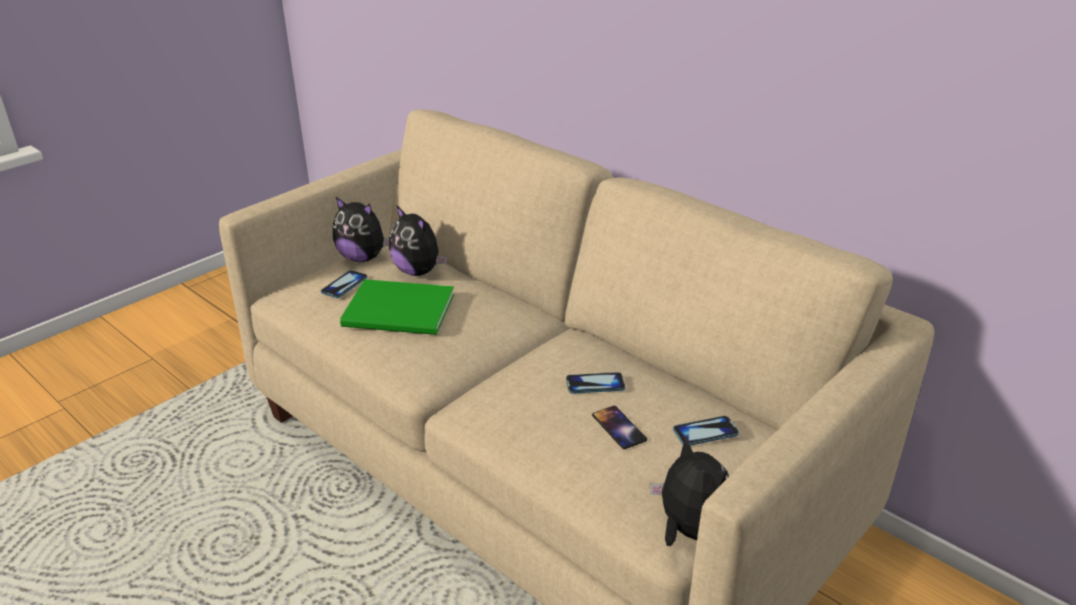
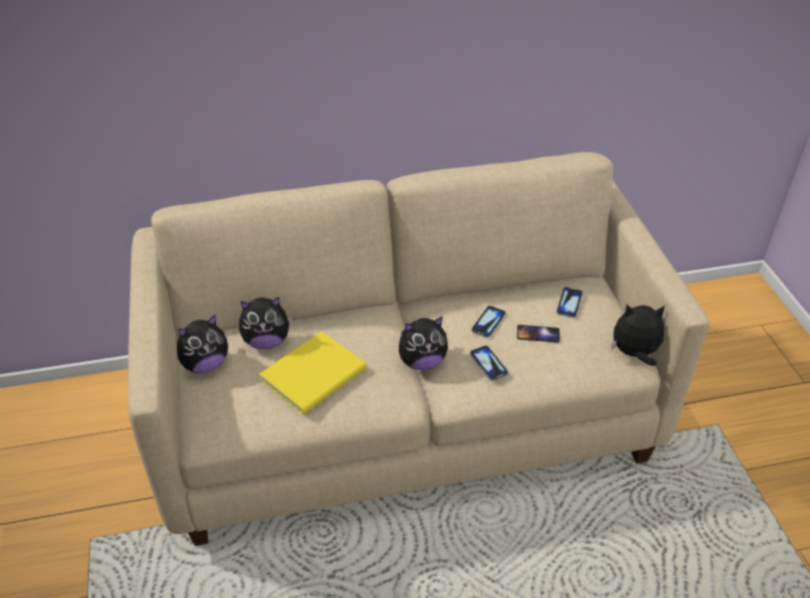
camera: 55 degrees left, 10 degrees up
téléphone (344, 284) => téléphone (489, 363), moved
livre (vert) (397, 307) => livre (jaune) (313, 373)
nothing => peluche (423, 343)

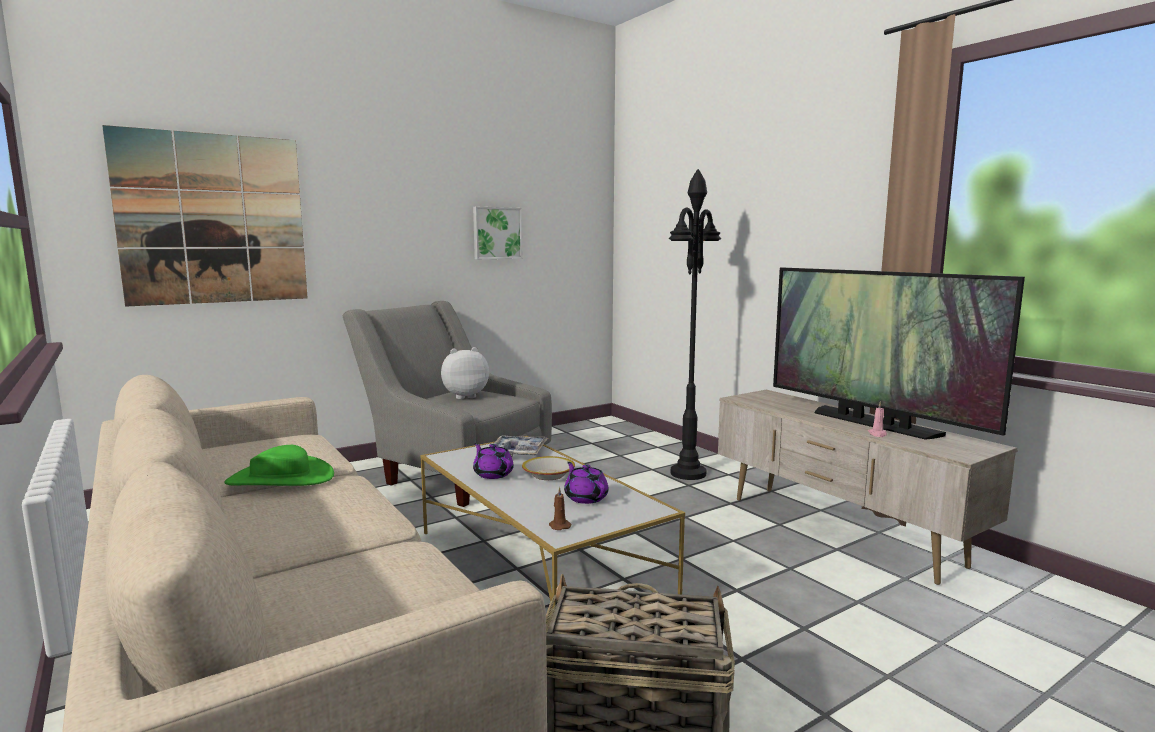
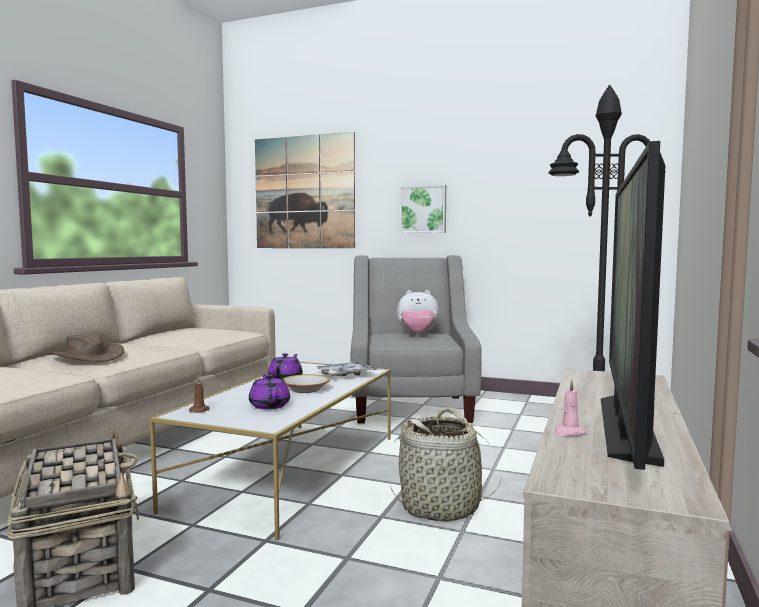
camera: 55 degrees right, 5 degrees down
tableau (497, 233) => tableau (423, 209), moved
peluche (465, 373) => peluche (418, 312), 150 degrees clockwise
chapeau (vert) (279, 465) => nothing
théière (violet) (586, 483) => théière (violet) (269, 391), 45 degrees counterclockwise
nothing => chapeau (marron) (86, 347)
nothing => panier (445, 465)

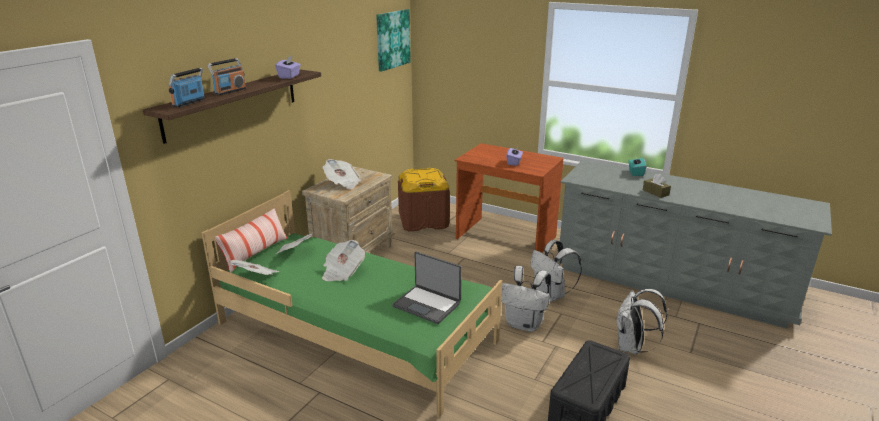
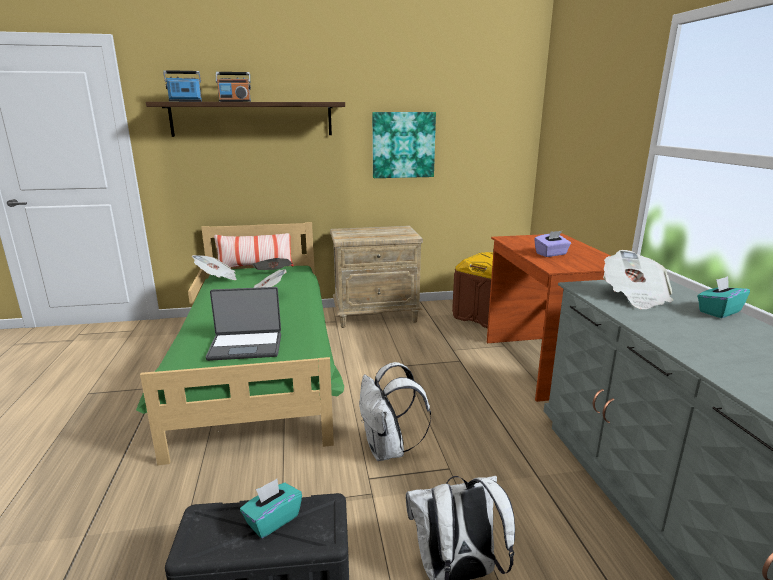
camera: 50 degrees right, 5 degrees down
tableau (393, 40) => tableau (404, 145), moved
boîte à mouchoirs (violet) (288, 67) => nothing
journal (342, 174) => journal (638, 279), moved
boîte à mouchoirs (marron) (657, 186) => nothing
sac à dos (blanc) (556, 271) => nothing
ordinateur portable (426, 288) => ordinateur portable (243, 324), 90 degrees counterclockwise
nothing => boîte à mouchoirs (turquoise) (271, 508)

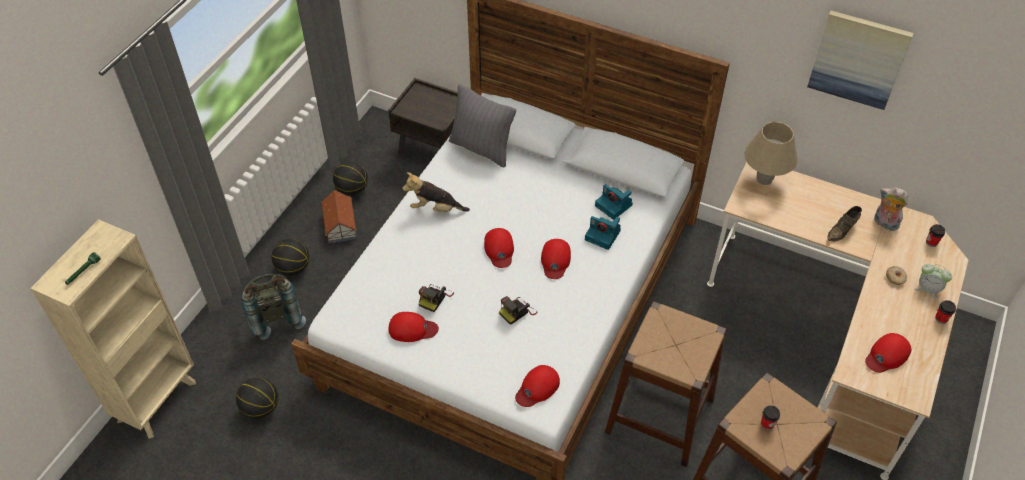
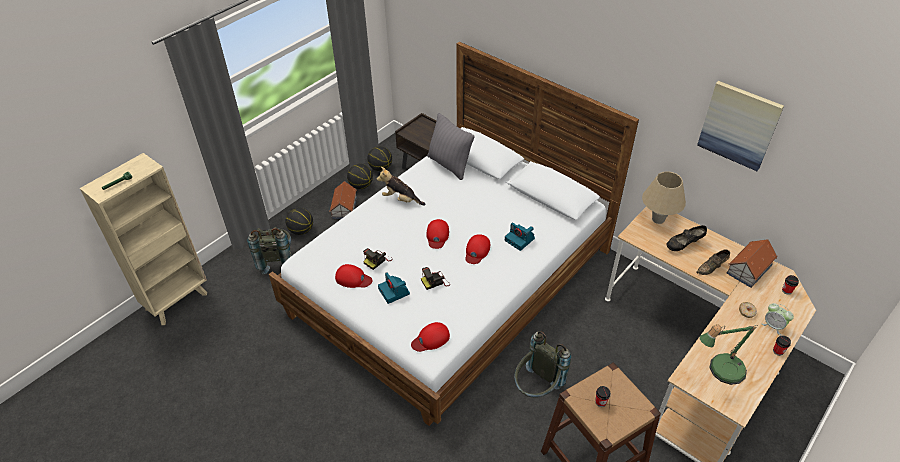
camera: 15 degrees right, 5 degrees down
appareil photo (614, 202) => appareil photo (394, 288), moved
peluche (891, 209) => maison miniature (752, 263)
tabouret (marron) (666, 384) => sac à dos (gris) (542, 364)
casquette (rouge) (888, 353) => lampe de table (728, 354)
ballon de basket (257, 398) => ballon de basket (379, 158), moved
nothing => chaussure (noir) (686, 238)

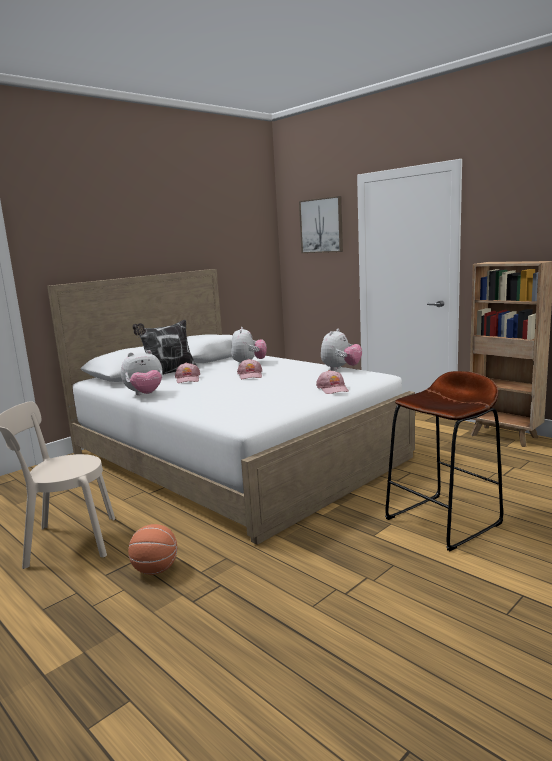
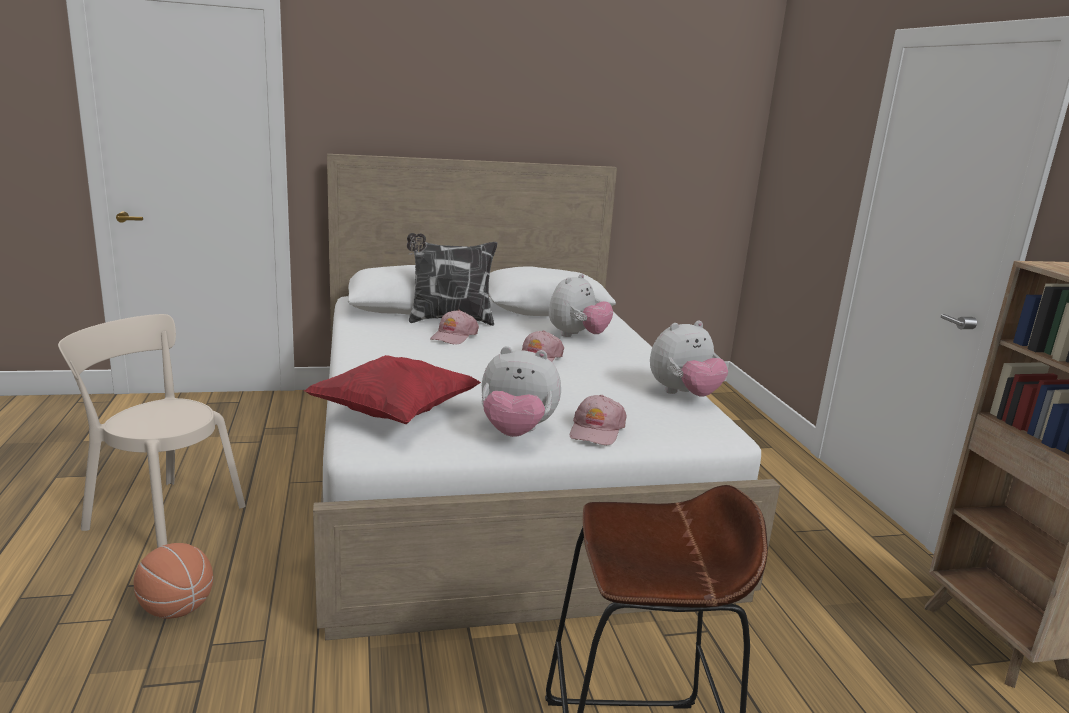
camera: 30 degrees right, 5 degrees up
tableau (321, 224) => nothing
peluche (142, 372) => peluche (521, 391), moved
nothing => coussin (rouge) (392, 389)

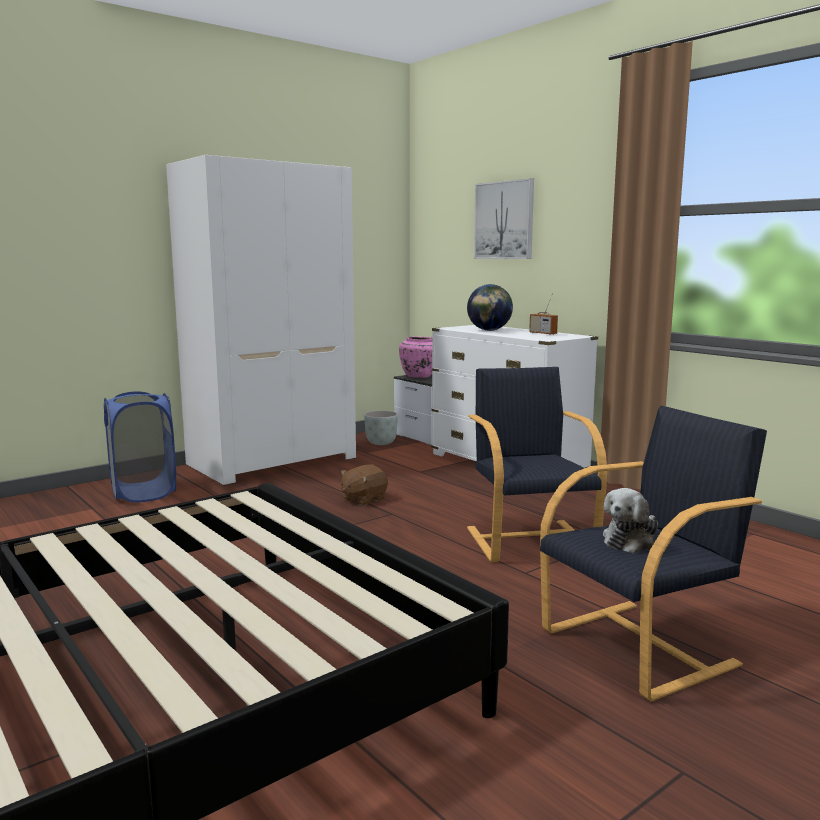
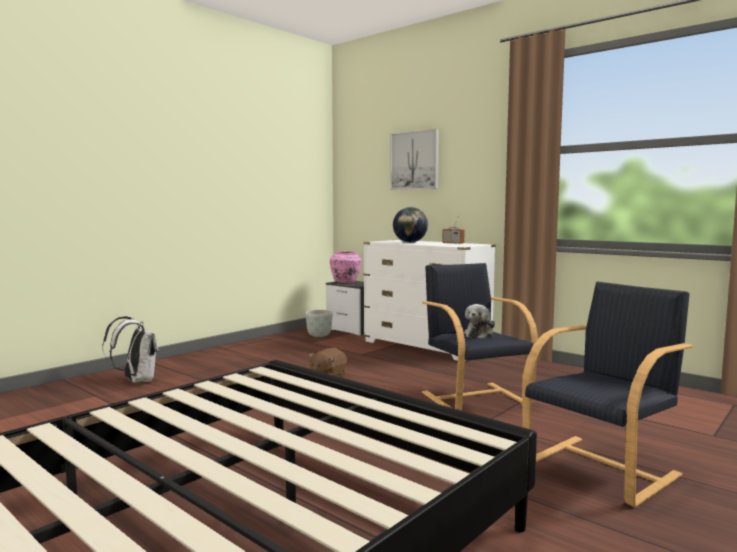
camera: 10 degrees left, 5 degrees down
armoire (blanc) (261, 320) => nothing
panier à linge (bleu) (140, 446) => sac à dos (blanc) (130, 349)
peluche (630, 521) => peluche (479, 321), moved

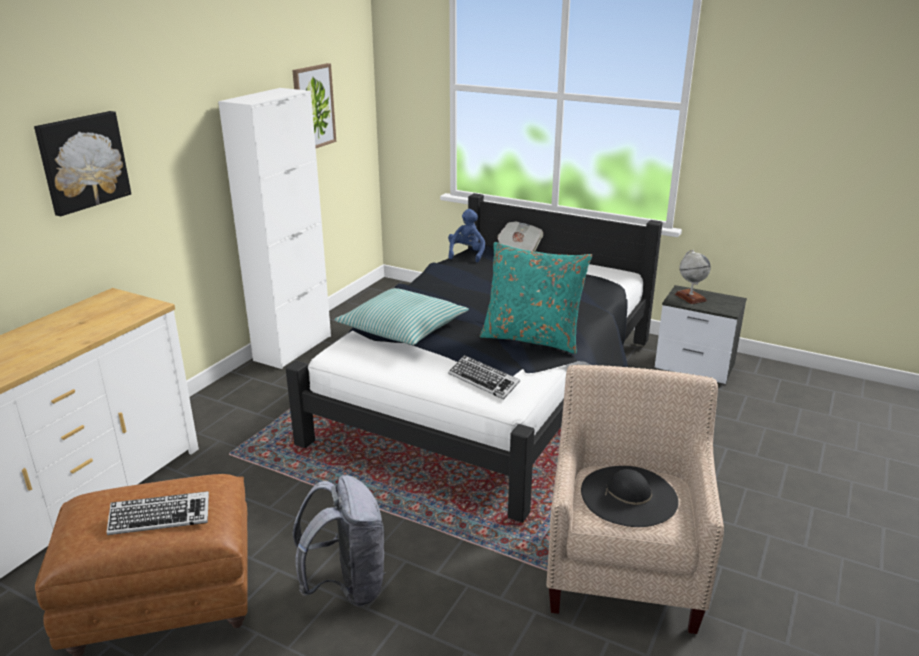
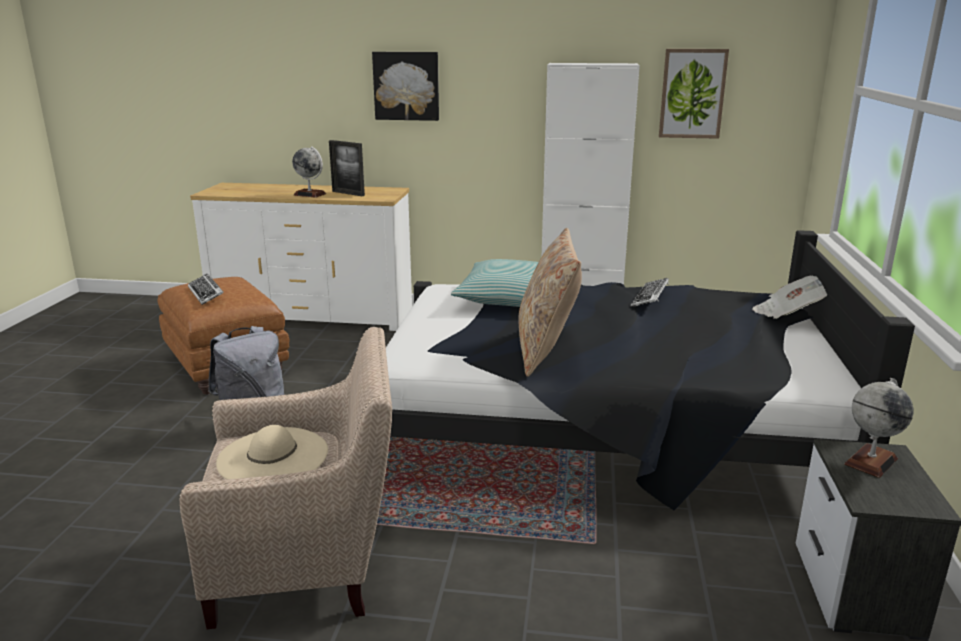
camera: 70 degrees right, 5 degrees down
peluche (bleu) (466, 235) => nothing
coussin (turquoise) (536, 298) => coussin (beige) (550, 302)
clavier (484, 377) => clavier (649, 292), moved
chapeau (noir) (630, 496) => chapeau (beige) (272, 452)
nothing => cadre photo (347, 168)
nothing => globe (309, 172)

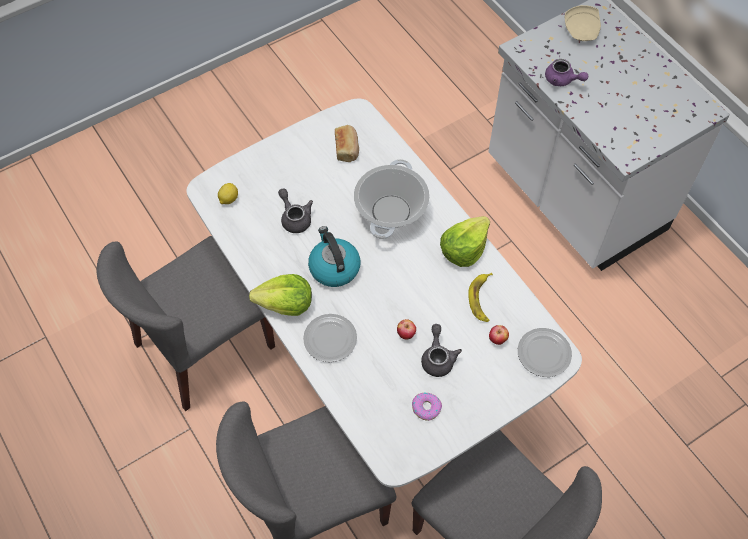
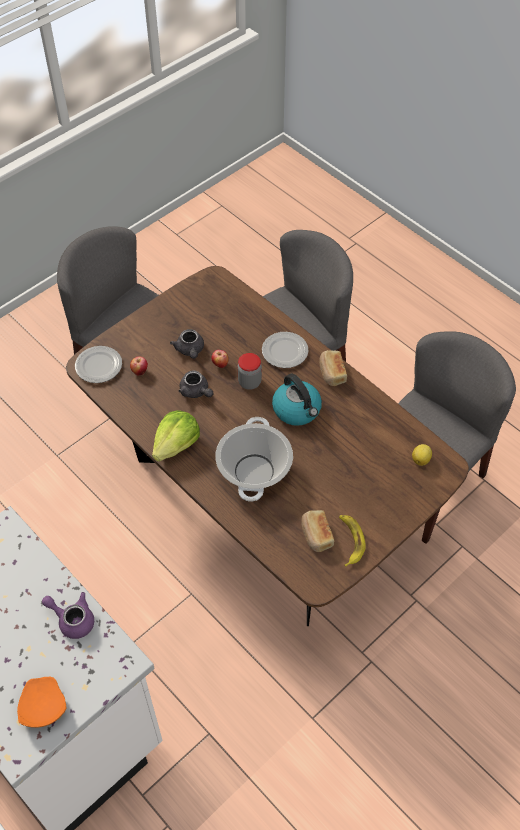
camera: 170 degrees right, 5 degrees down
assiette (beige) (583, 23) => assiette (orange) (41, 702)
table à manger (blanc) (384, 293) => table à manger (marron) (267, 446)
théière (gris) (295, 210) => théière (gris) (196, 384), moved
banane (480, 297) => banane (352, 541), moved
laitue (280, 295) => pain (333, 368)
beignet (427, 406) => nothing
nothing => bocal (250, 371)

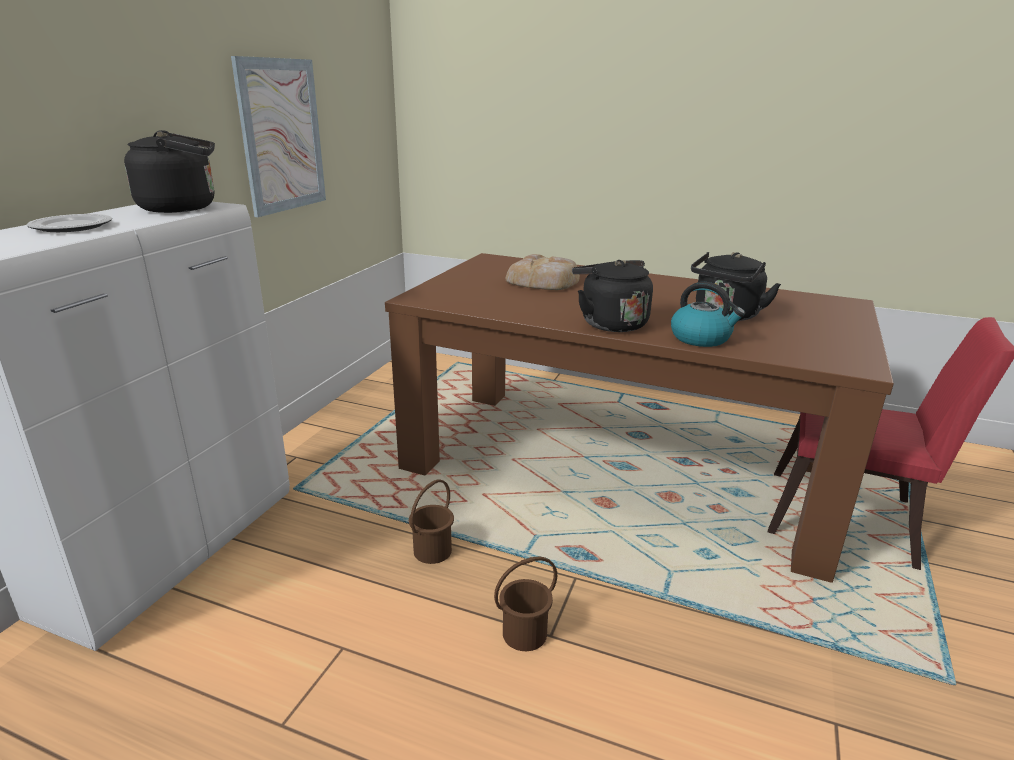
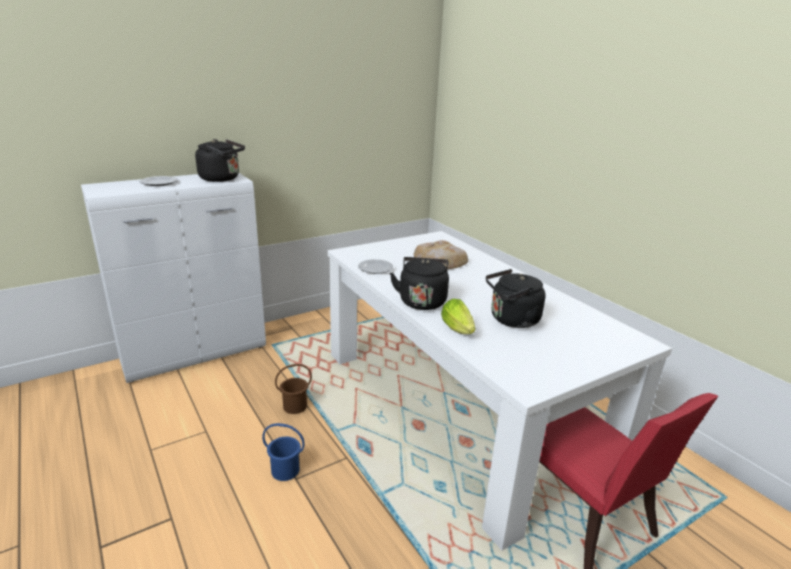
camera: 35 degrees right, 0 degrees up
tableau (278, 136) => nothing
table à manger (marron) (639, 418) => table à manger (blanc) (499, 391)
bouilloire (708, 314) => laitue (458, 316)
seau (marron) (525, 603) => seau (bleu) (283, 452)
nothing => assiette (375, 266)

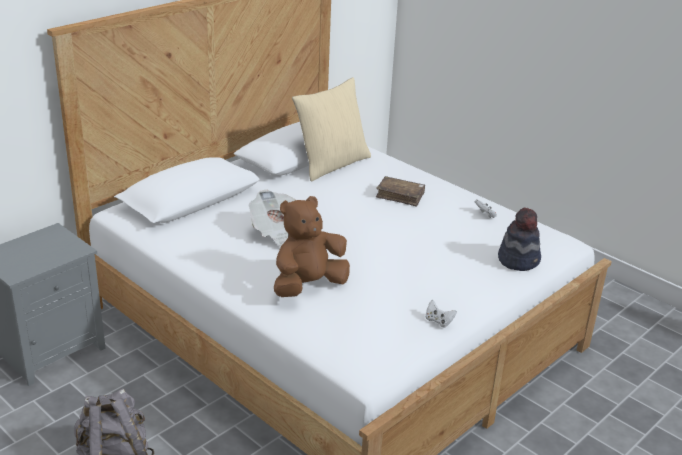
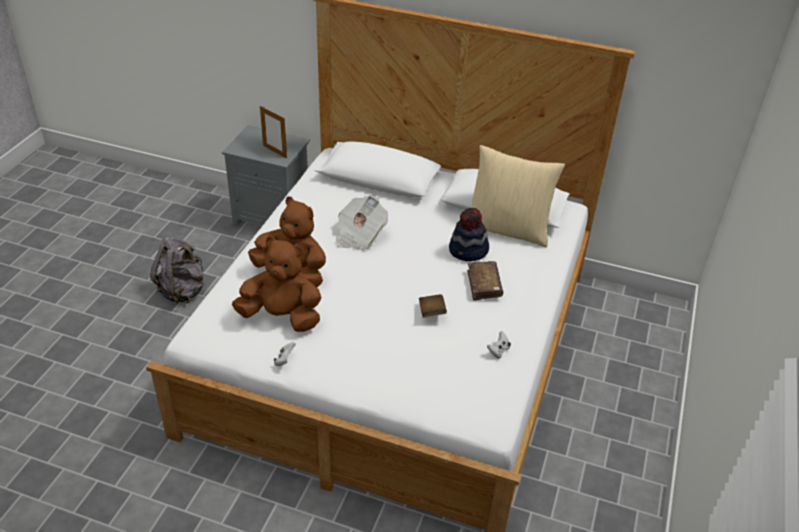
camera: 65 degrees right, 10 degrees up
chapeau (519, 239) => chapeau (469, 235), moved
nothing => cadre photo (273, 132)
nothing => peluche (marron) (277, 284)
nothing => livre (marron) (433, 306)

